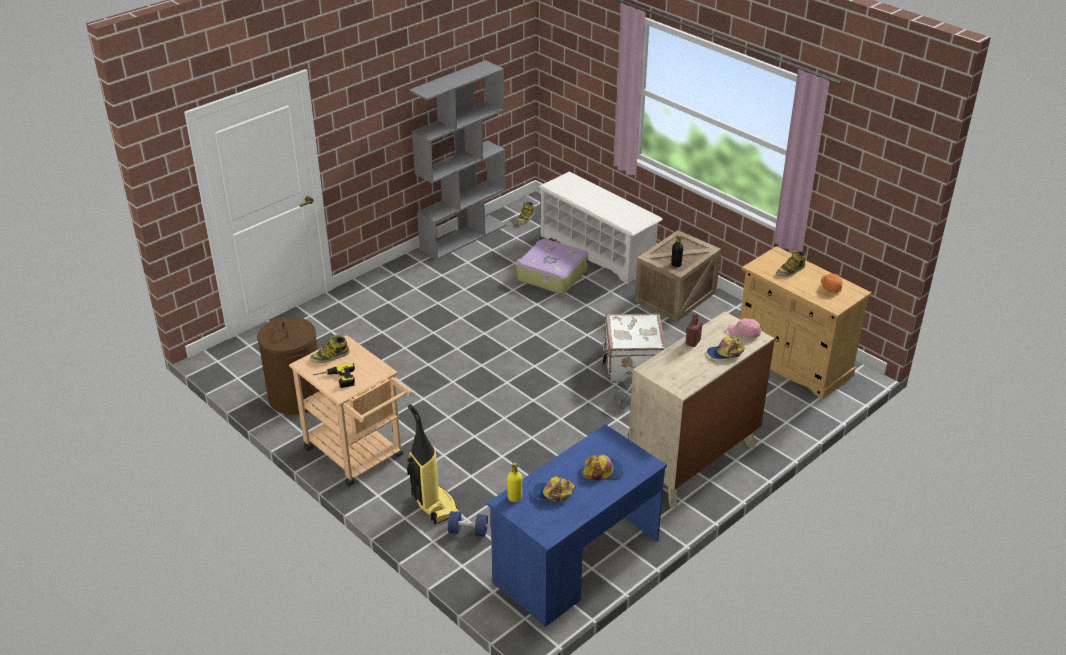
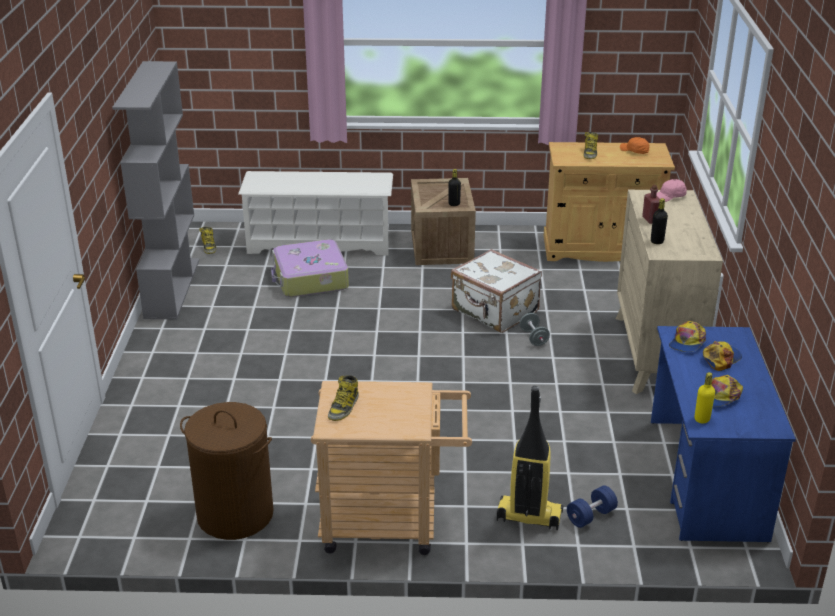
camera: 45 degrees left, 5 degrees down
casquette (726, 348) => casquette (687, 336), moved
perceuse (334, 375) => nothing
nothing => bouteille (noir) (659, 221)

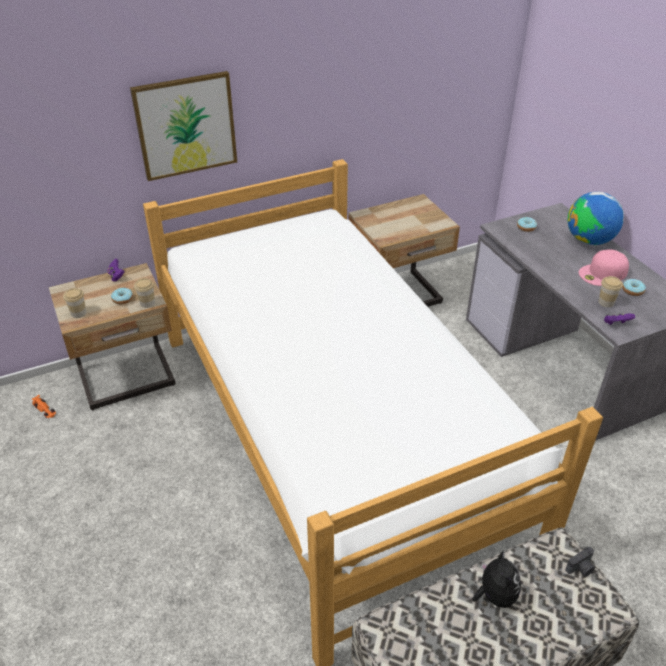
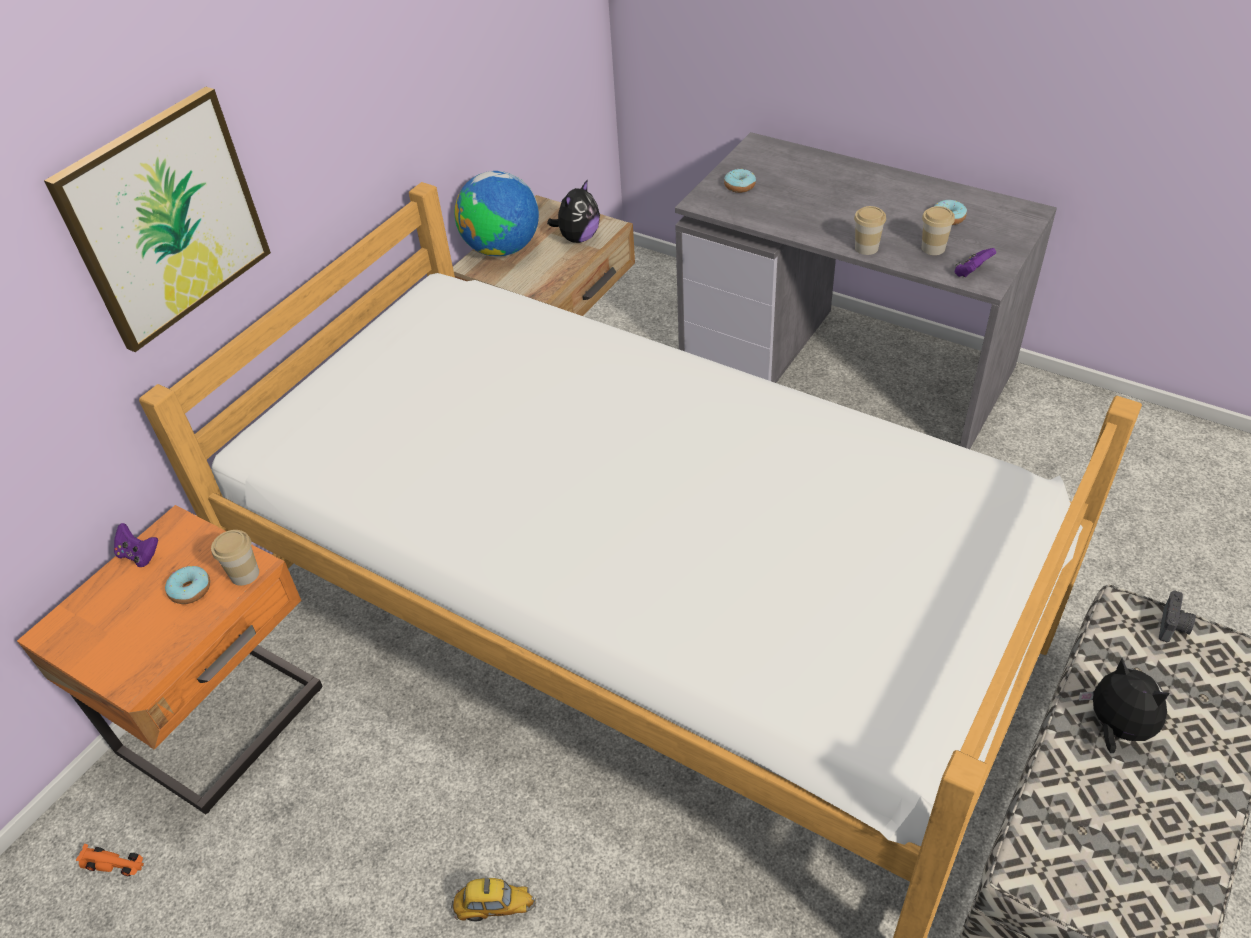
camera: 30 degrees left, 5 degrees up
globe (596, 218) => globe (497, 214), moved
casquette (rose) (604, 267) => nothing
table de chevet (beige) (112, 336) => table de chevet (orange) (170, 659)
tasse (74, 303) => tasse (870, 230), moved
nothing => peluche (573, 211)
nothing => petite voiture (493, 899)

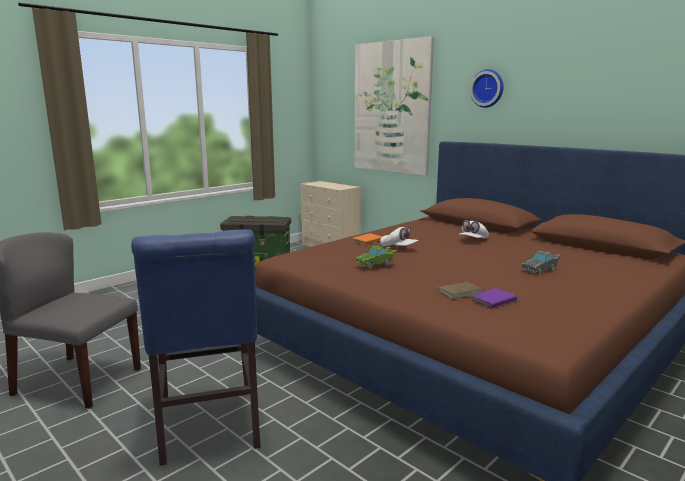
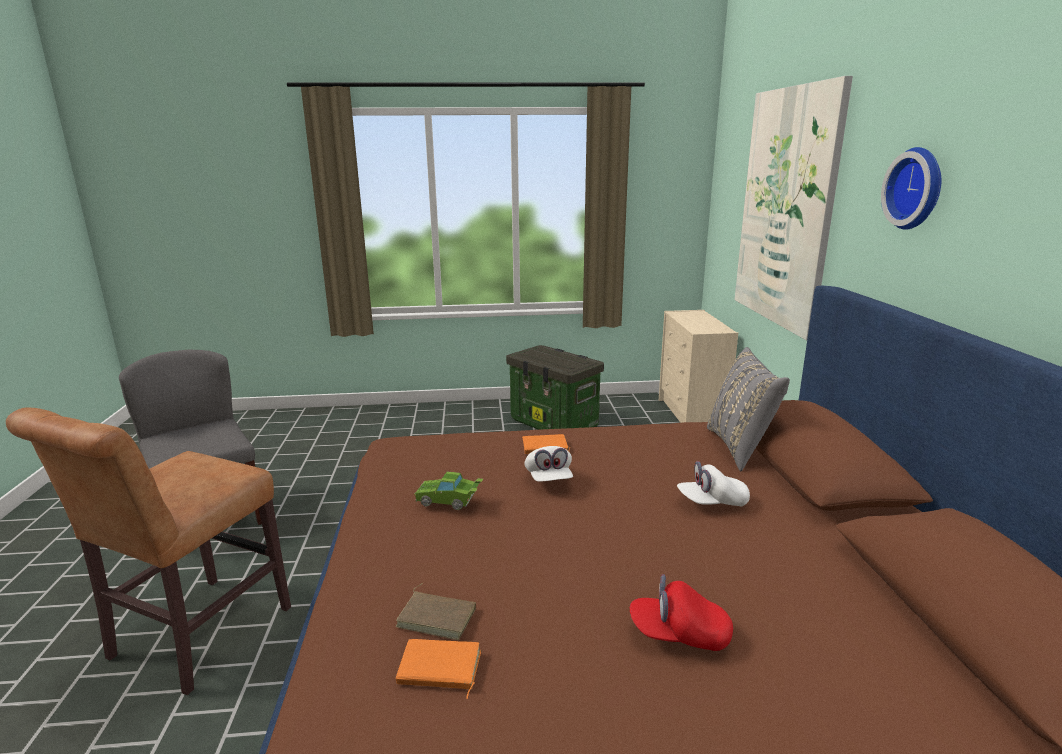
camera: 40 degrees right, 5 degrees up
chaise (bleu) (196, 347) => chaise (marron) (148, 551)
petite voiture (gris) (541, 262) => casquette (rouge) (681, 612)
livre (violet) (497, 298) => livre (orange) (438, 669)
nothing => coussin (gris) (748, 409)

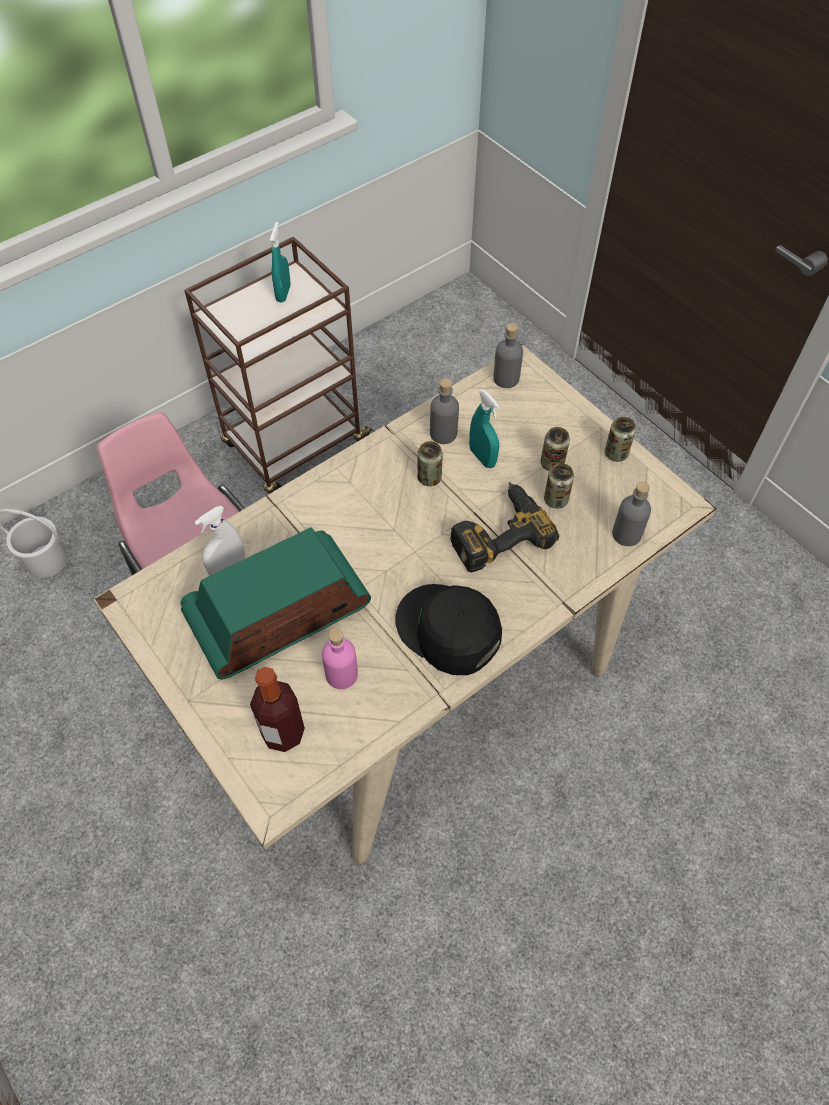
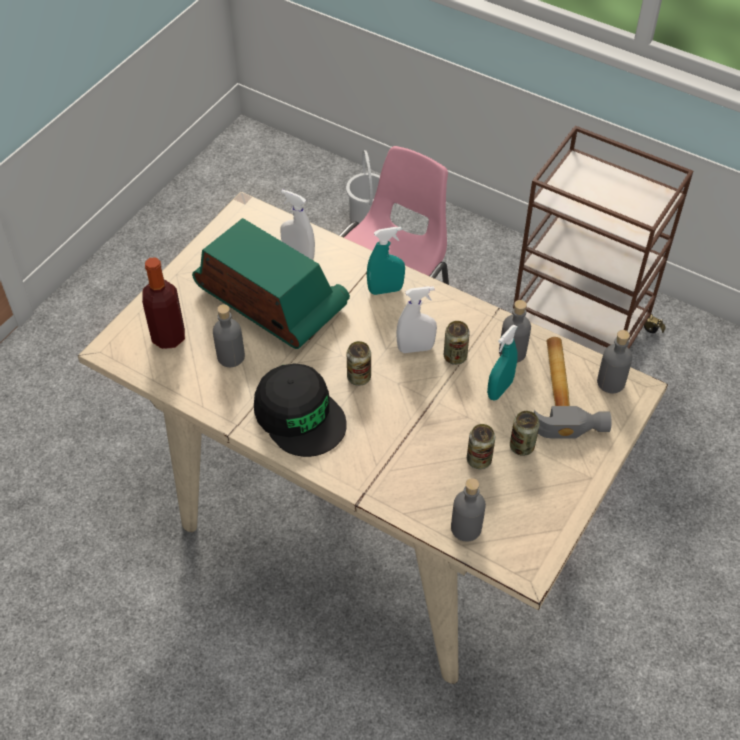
camera: 70 degrees right, 5 degrees down
vaporisateur (turquoise) (280, 262) => vaporisateur (turquoise) (386, 261), moved
boîte métallique (620, 439) => boîte métallique (359, 363), moved
perceuse (504, 527) => nothing
casquette (noir) (449, 629) => casquette (noir) (300, 410), 120 degrees clockwise
bouteille (rose) (340, 658) => bouteille (gris) (229, 335)
nothing => vaporisateur (blanc) (416, 319)
nothing => marteau (572, 387)

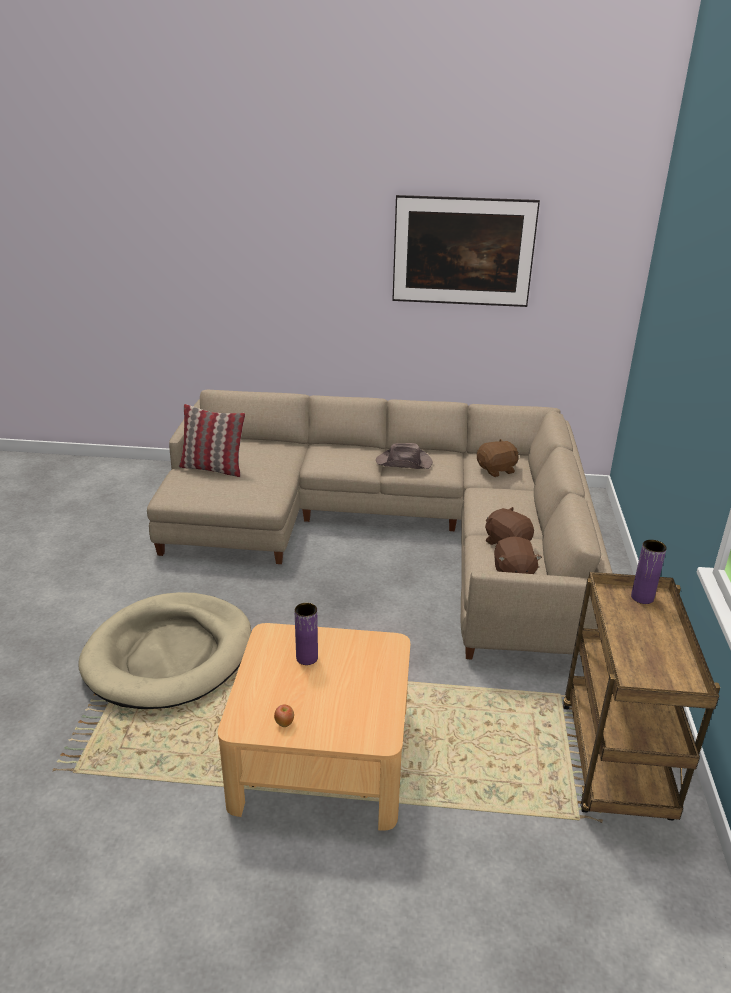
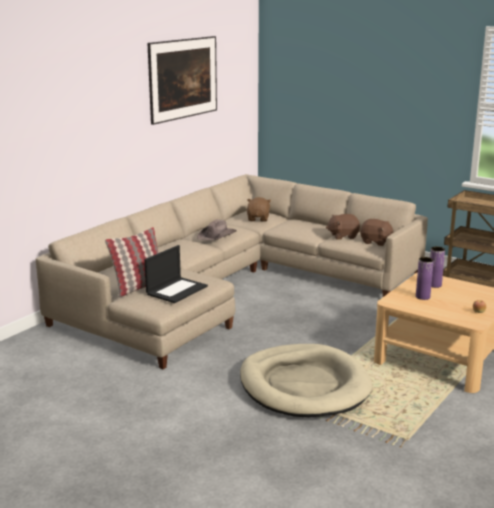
camera: 60 degrees left, 10 degrees down
vase (violet) (649, 572) => vase (violet) (437, 267), moved
nothing => ordinateur portable (176, 274)

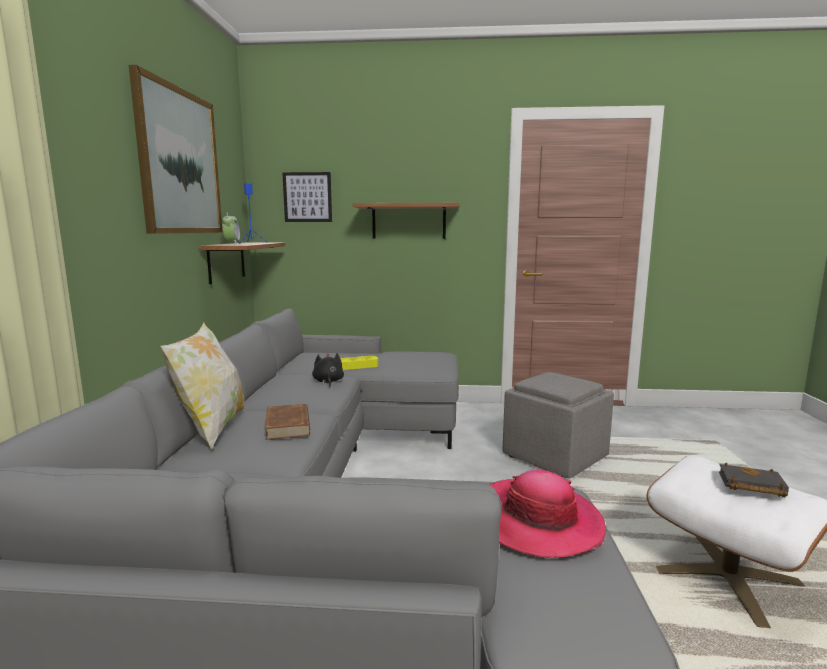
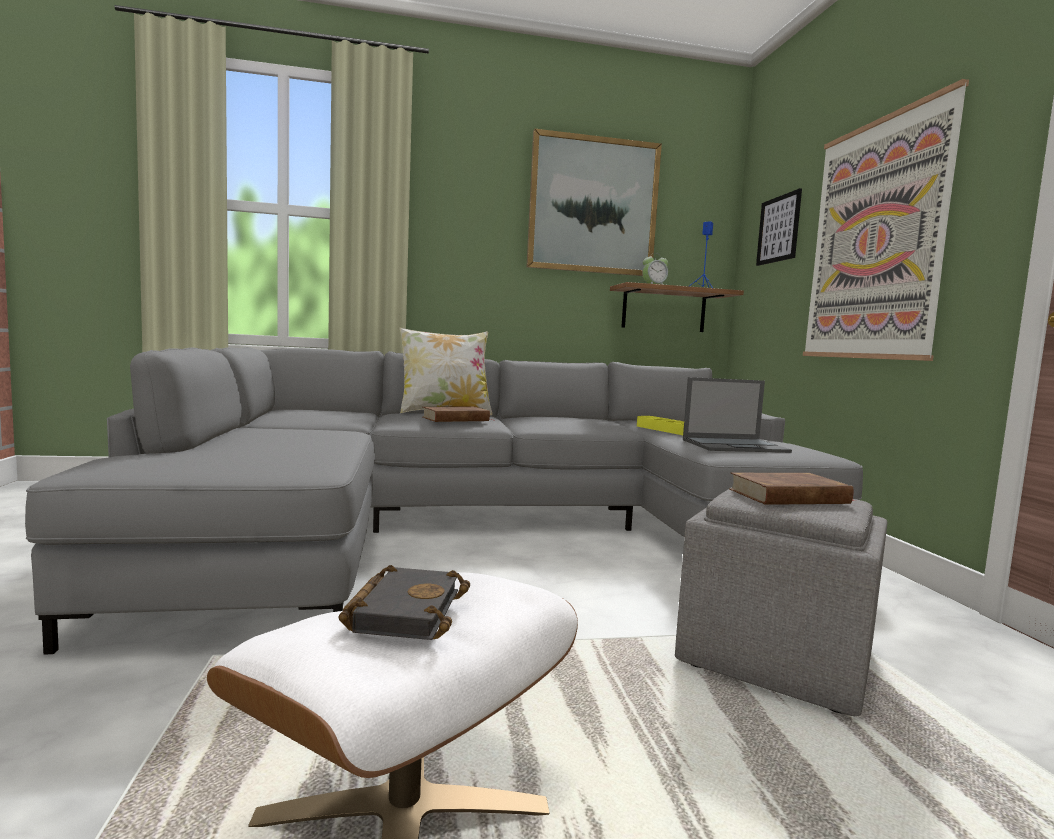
camera: 75 degrees right, 5 degrees down
étagère (406, 221) => tableau (886, 220)
peluche (noir) (328, 369) => nothing
chapeau (547, 514) => nothing
nothing => ordinateur portable (737, 415)
nothing => livre (marron) (792, 489)

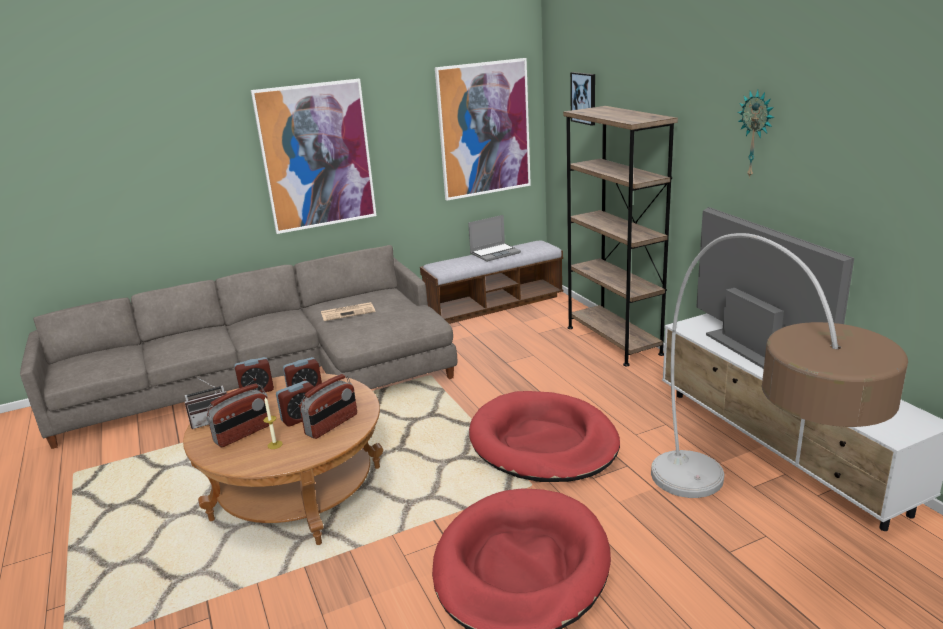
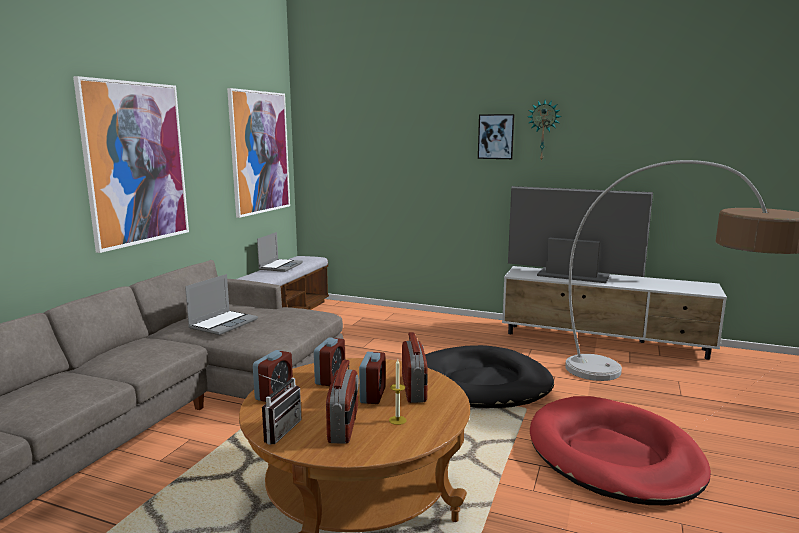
camera: 45 degrees left, 10 degrees down
tableau (582, 99) => tableau (496, 136), moved
bibliothèque (marron) (620, 236) => nothing
journal (348, 311) => ordinateur portable (221, 304)
panier pour chien (rouge) (544, 436) => panier pour chien (noir) (489, 376)

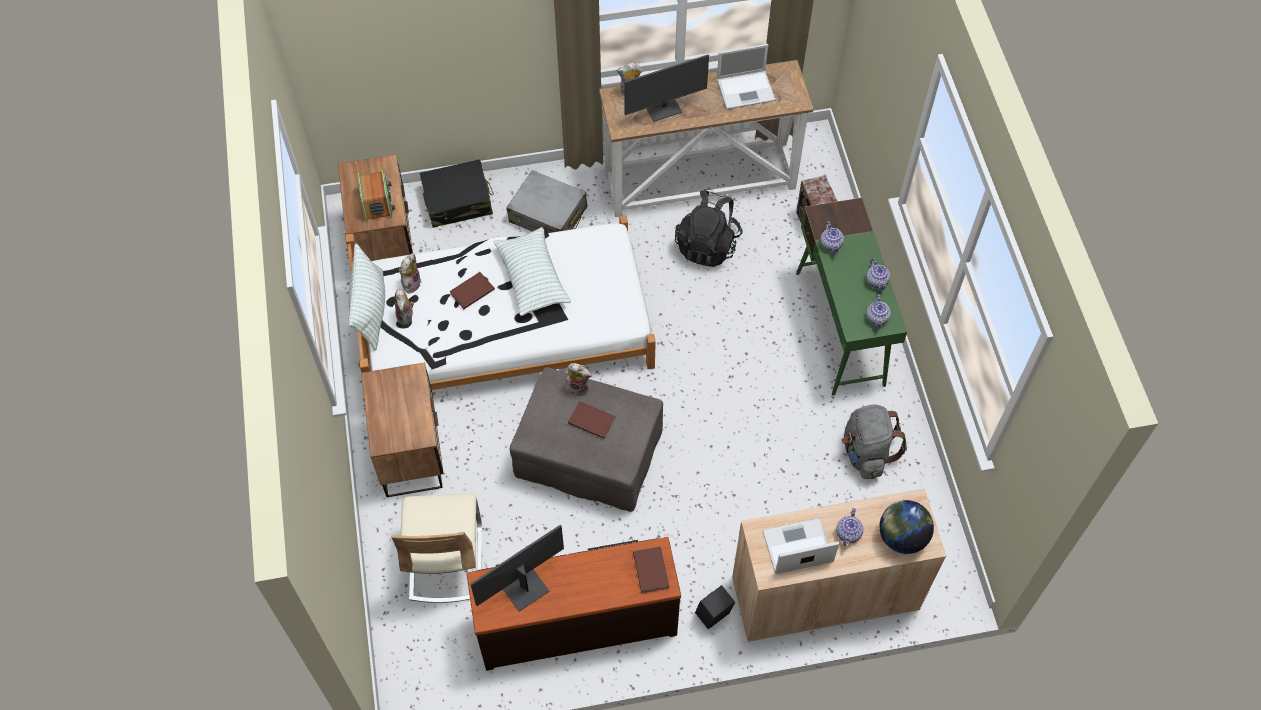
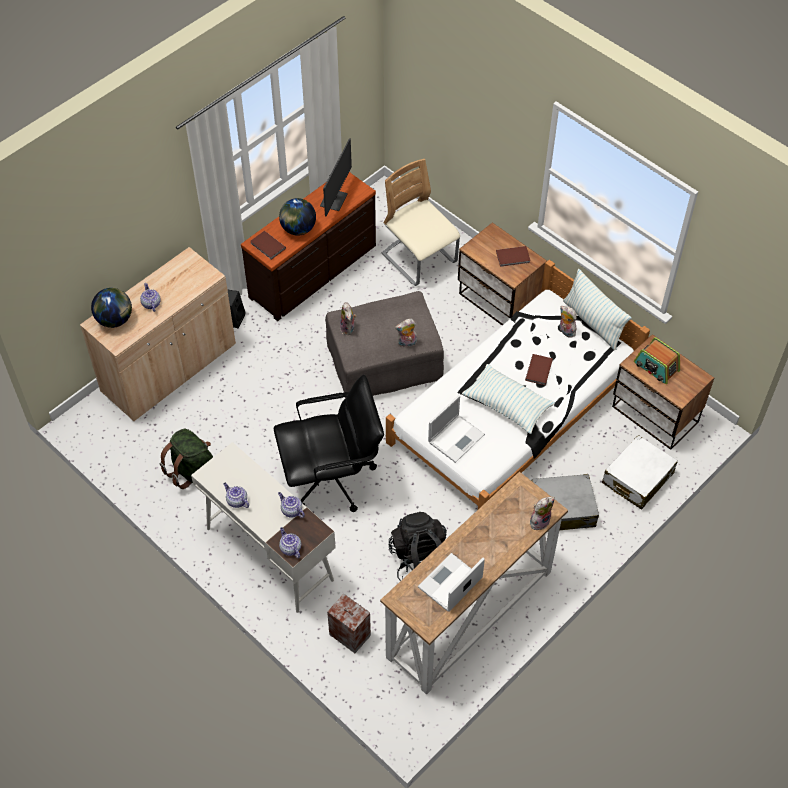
camera: 145 degrees right, 5 degrees down
écran d'ordinateur (666, 88) => nothing
valise (noir) (457, 193) => valise (blanc) (640, 472)
bureau (vert) (851, 296) => bureau (blanc) (263, 527)
peluche (410, 273) => peluche (348, 318), moved
théière (878, 311) => théière (290, 542), moved
livre (marron) (591, 420) => livre (marron) (513, 256), moved
sac à dos (gris) (874, 442) => sac à dos (vert) (186, 459)
ordinateur portable (801, 546) => ordinateur portable (456, 429), moved
nothing => globe (297, 217)
nothing => chaise de bureau (noir) (329, 443)

